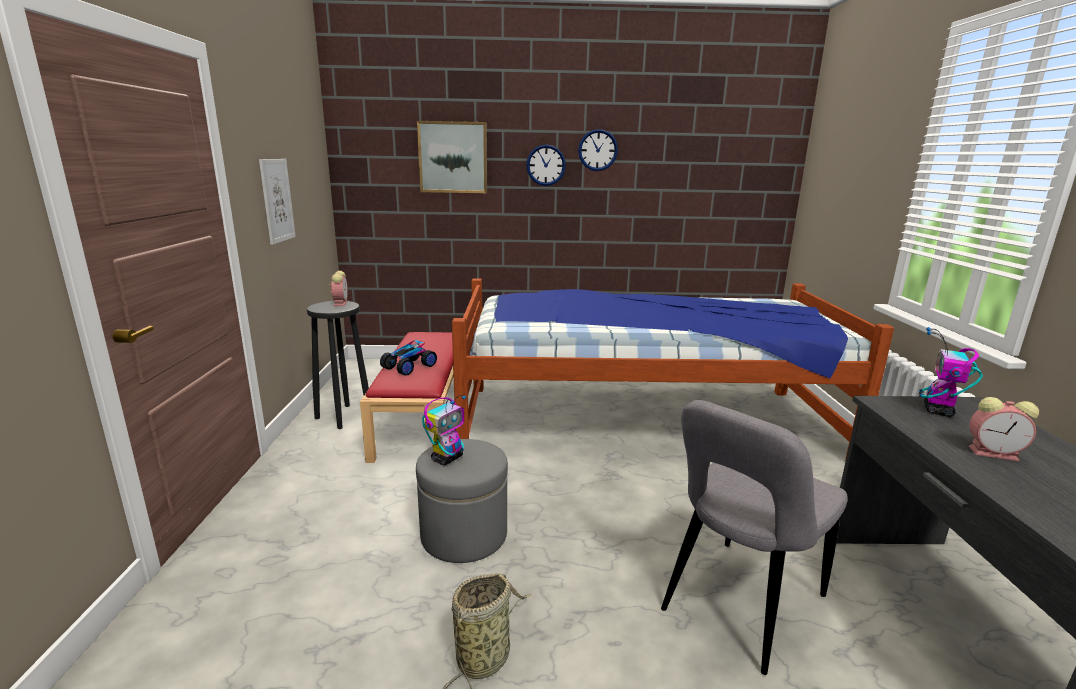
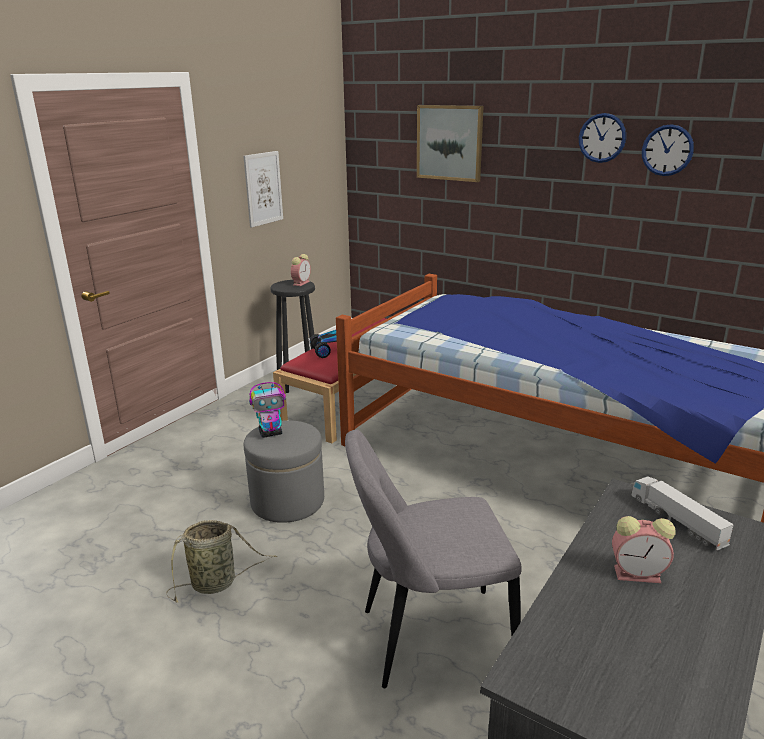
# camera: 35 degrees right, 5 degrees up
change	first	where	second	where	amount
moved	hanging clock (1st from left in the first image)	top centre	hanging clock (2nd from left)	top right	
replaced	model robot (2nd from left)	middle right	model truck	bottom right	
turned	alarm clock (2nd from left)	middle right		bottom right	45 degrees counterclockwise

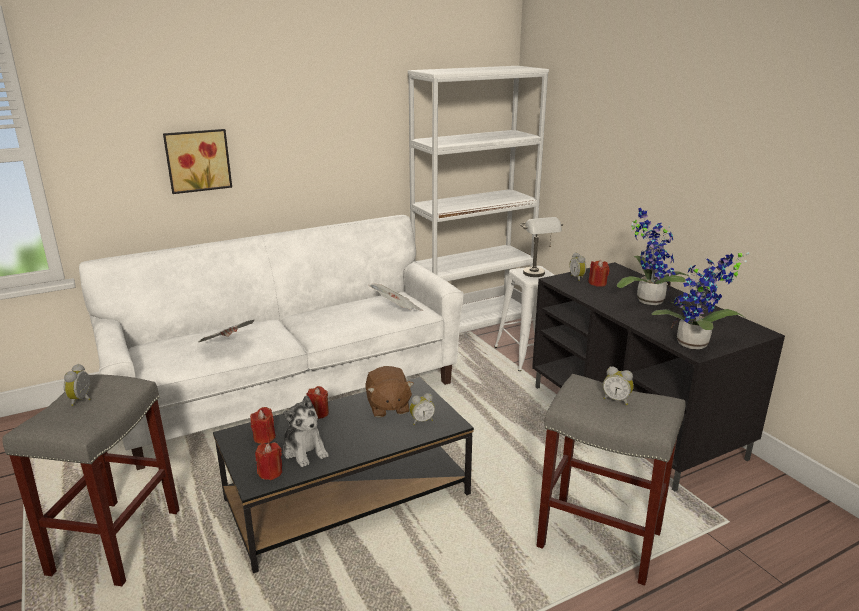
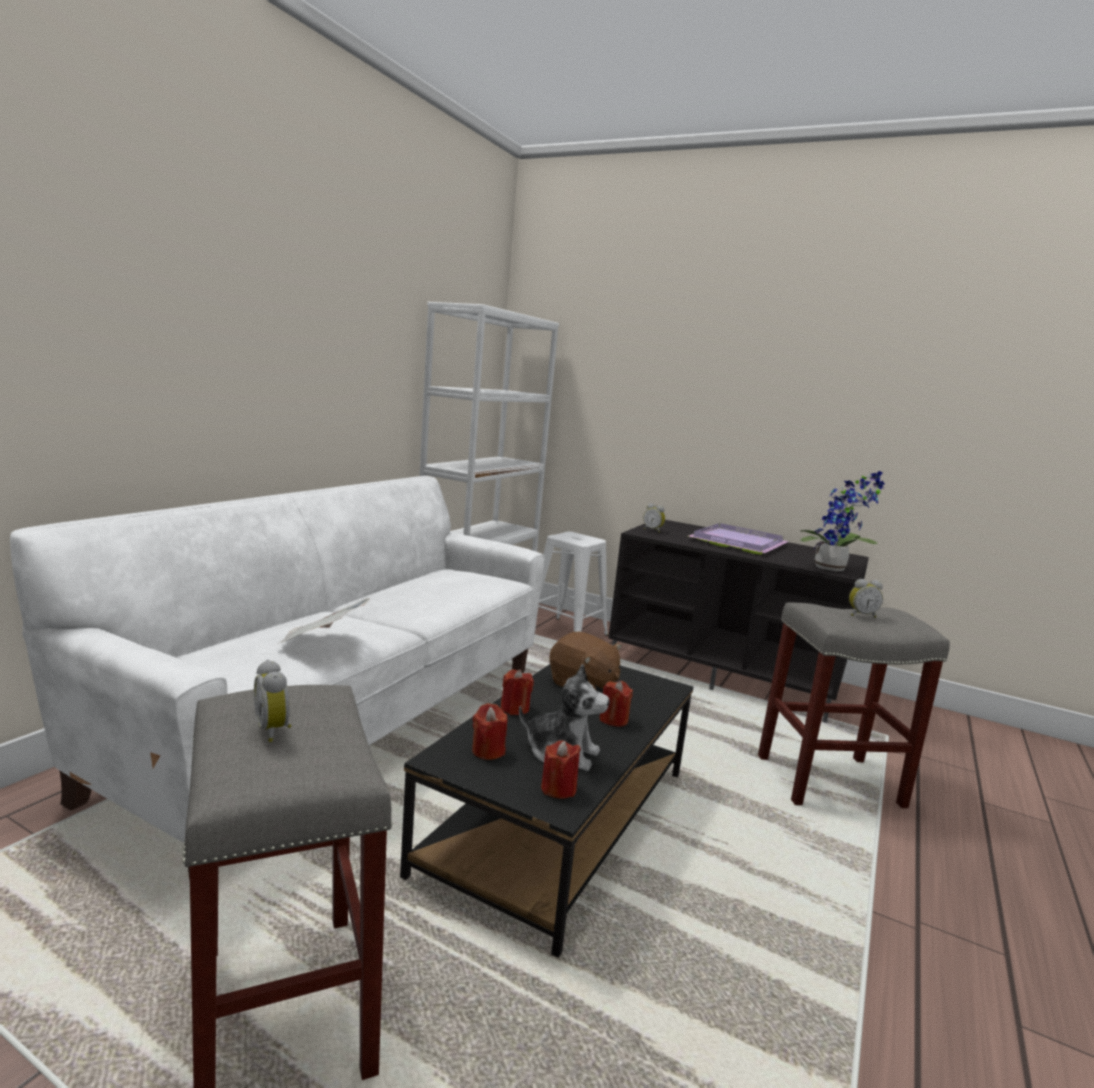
# camera: 35 degrees left, 10 degrees down
change	first	where	second	where	amount
removed	picture	top left			
removed	daily paper (2nd from left)	centre			
removed	alarm clock (2nd from left)	bottom centre			
removed	greyish lamp for a table	centre			
moved	red-coloured wax candle (4th from left)	middle right		centre	
replaced	houseplant (1st from left)	middle right	purple carrying tray	middle right	

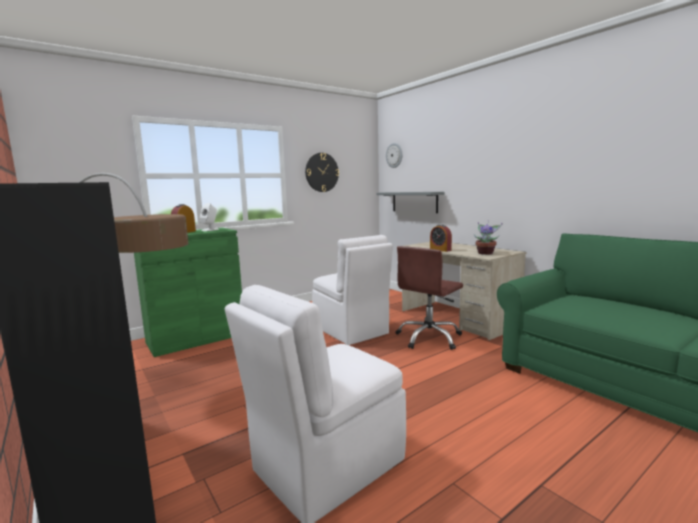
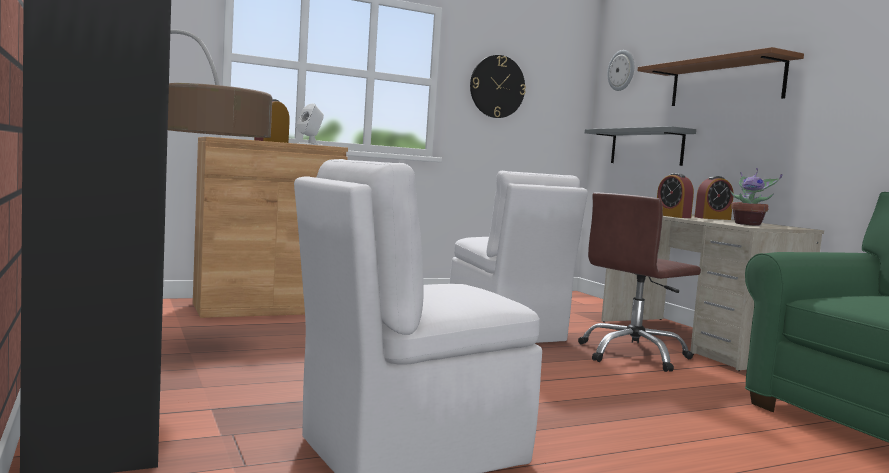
# camera: 10 degrees right, 5 degrees down
change	first	where	second	where	amount
recoloured	green storage cabinet	middle left	brown-coloured storage cabinet	middle left	
added			brown-coloured wall shelf	top right	
added			alarm clock (3rd from left)	middle right	

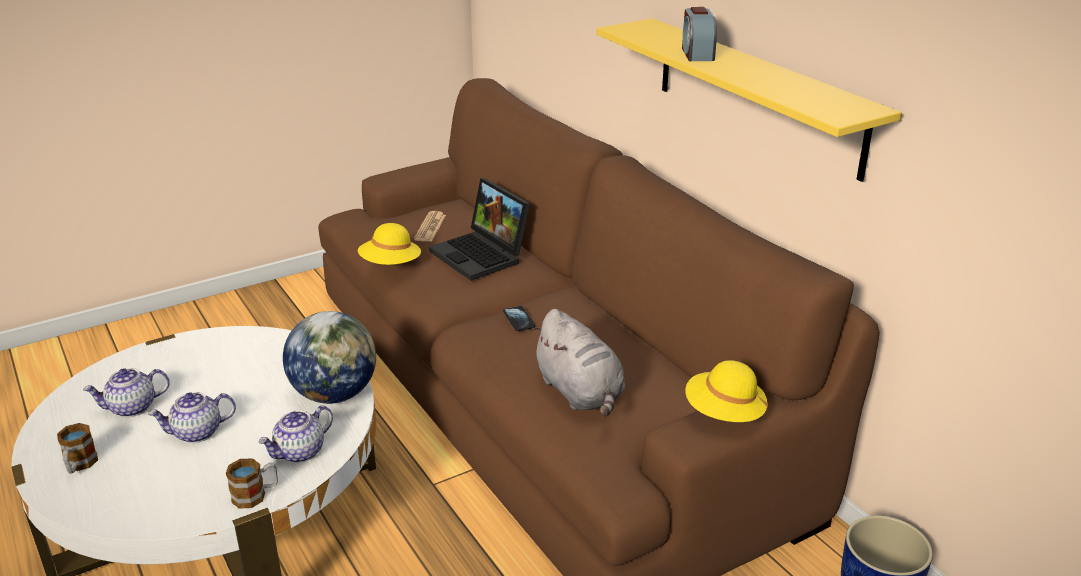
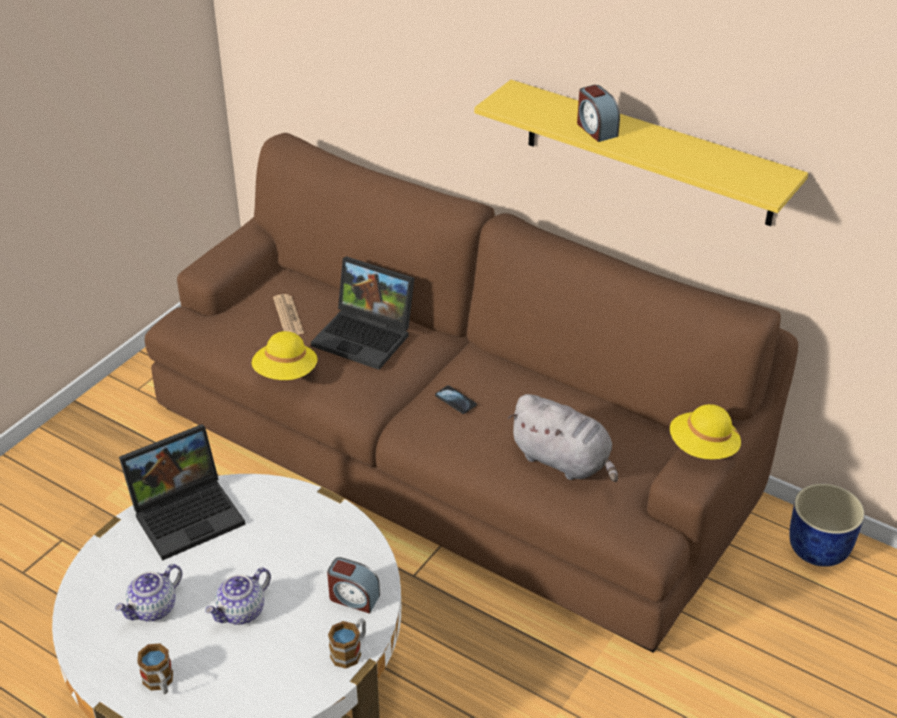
# camera: 25 degrees left, 10 degrees up
change	first	where	second	where	amount
replaced	pot for tea (3rd from left)	bottom left	alarm clock (1st from left)	bottom centre	
removed	desk globe	middle left			
added			portable computer (1st from left)	bottom left	

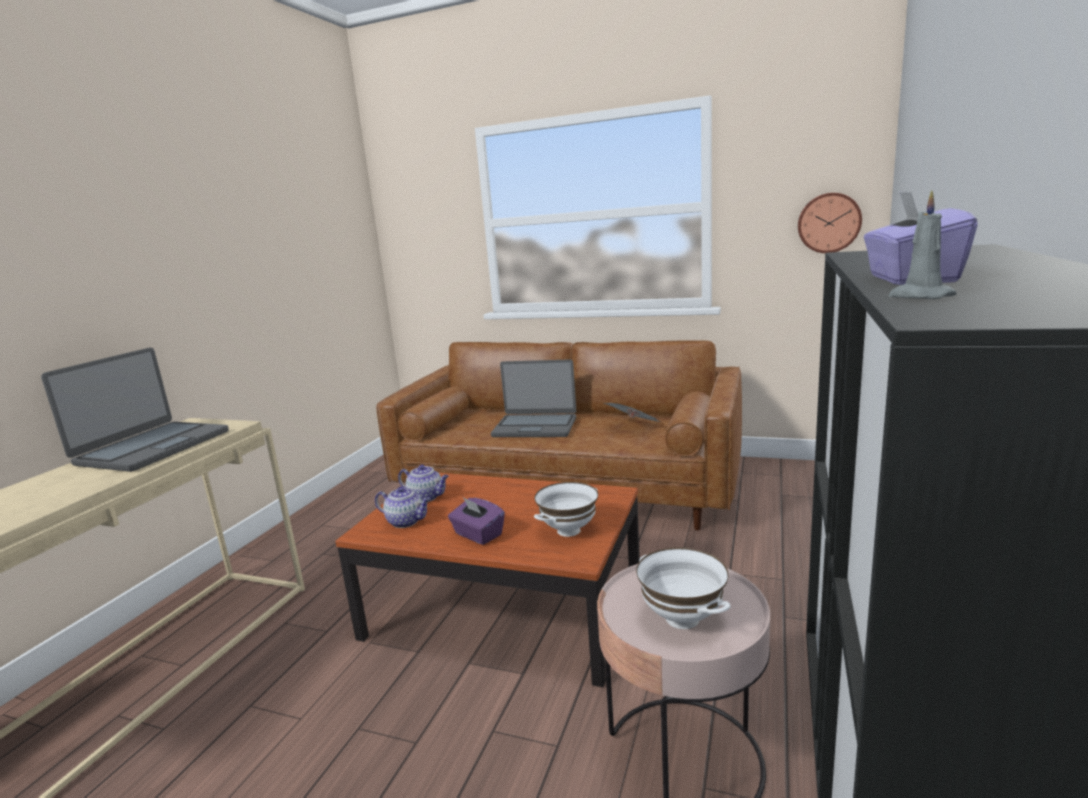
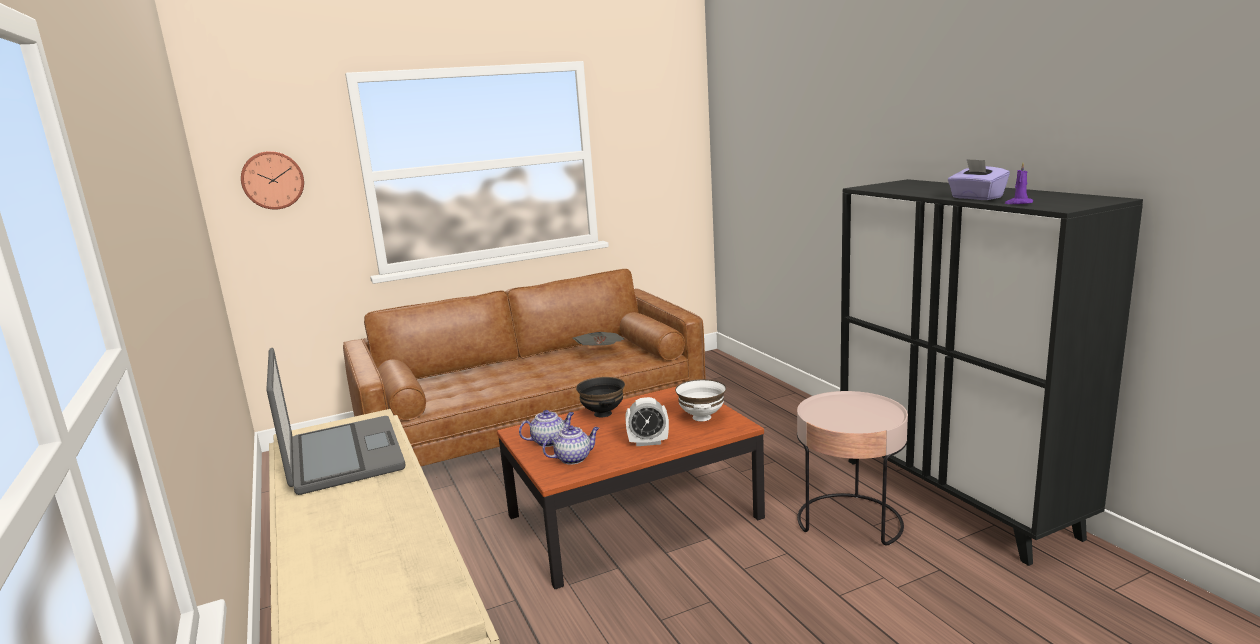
# camera: 45 degrees left, 0 degrees up
change	first	where	second	where	amount
replaced	purple tissue holder (1st from left)	centre	alarm clock	centre	
removed	portable computer (2nd from left)	centre			
removed	whitish bowl (2nd from left)	bottom centre			
moved	hanging clock	top right		top left	
recoloured	greyish wax candle	top right	purple wax candle	top right	
added			blackish bowl	centre	

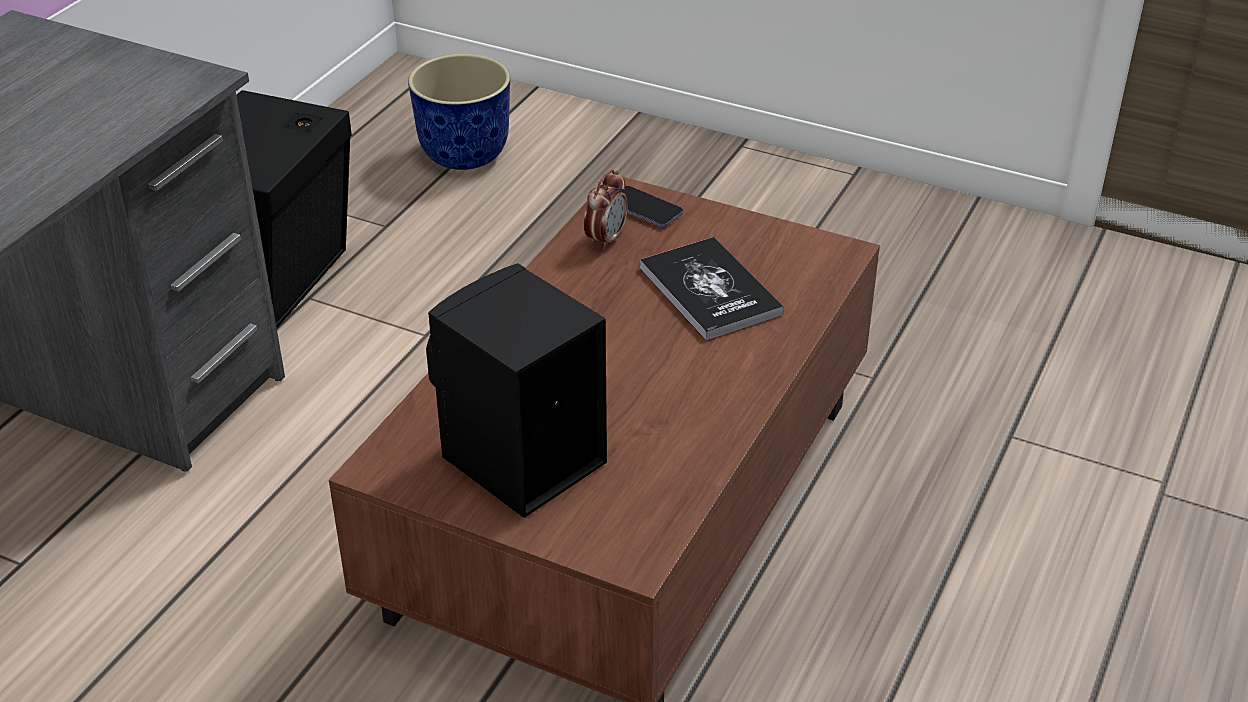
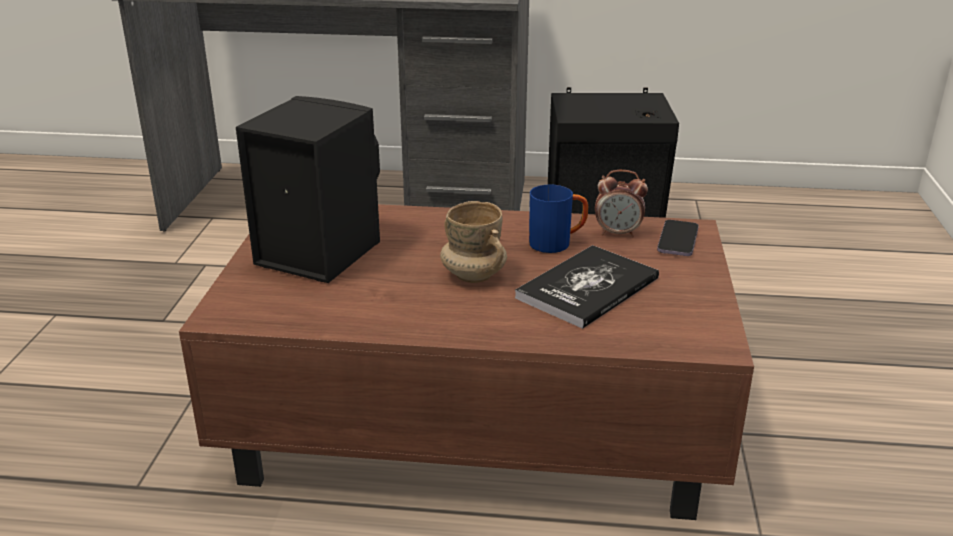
# camera: 70 degrees right, 10 degrees down
change	first	where	second	where	amount
removed	planter	top centre			
added			sand-coloured tea mug	centre	
added			bluish tea mug	centre	

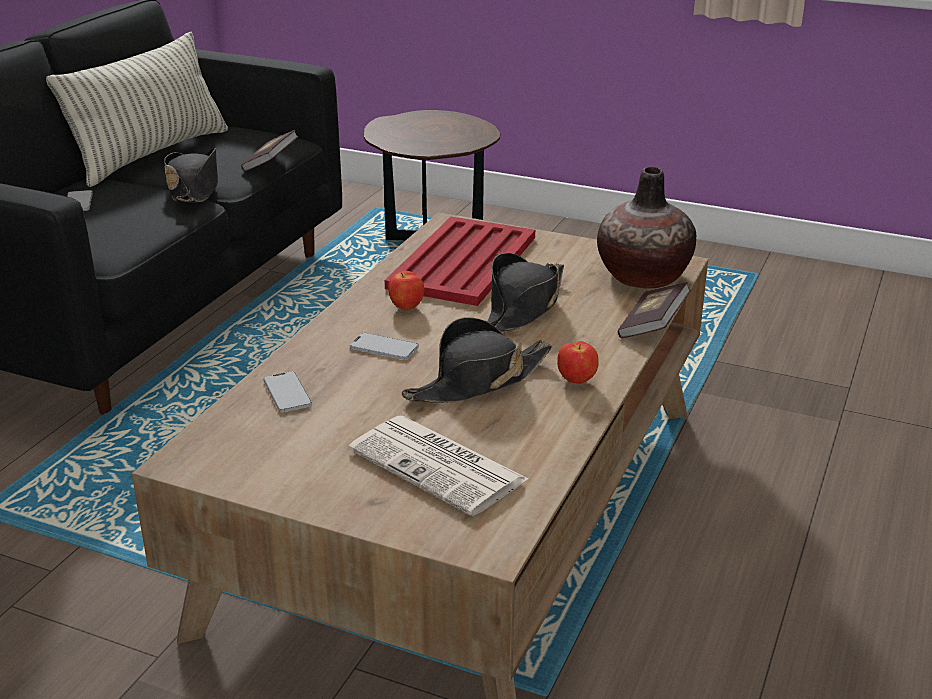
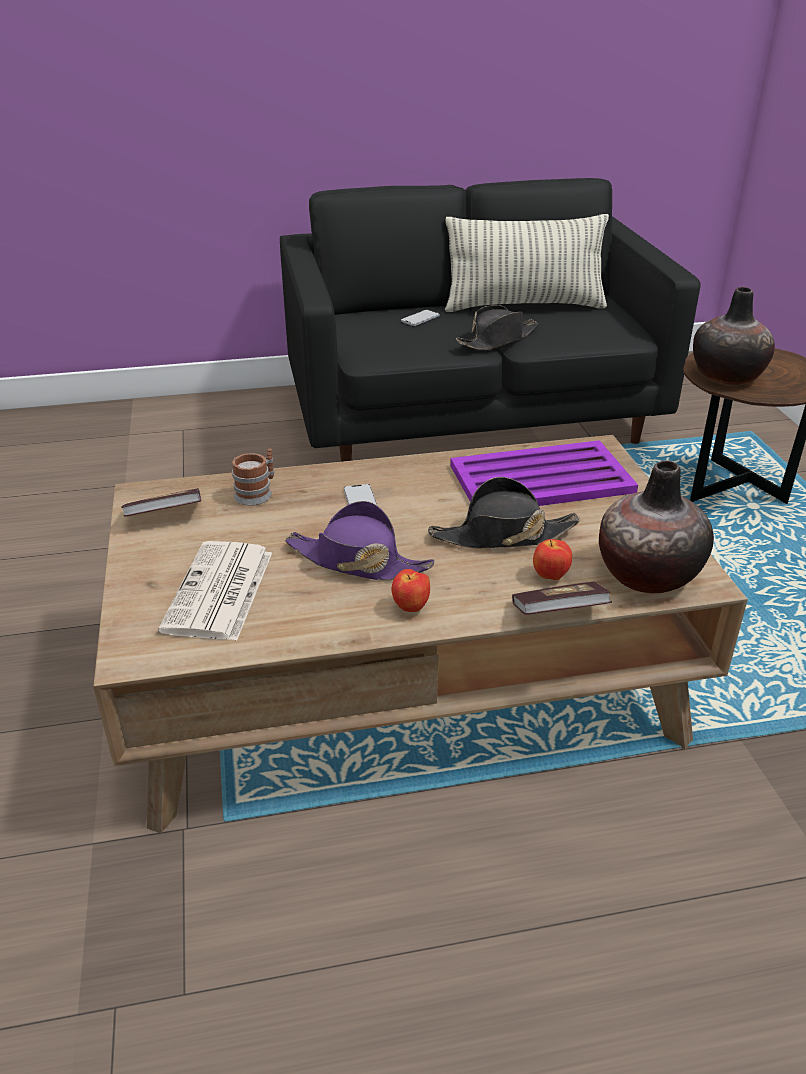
# camera: 55 degrees right, 5 degrees up
change	first	where	second	where	amount
moved	book (1st from left)	top left		middle left	
replaced	telephone (2nd from left)	middle left	tea mug	middle left	
recoloured	red-coloured carrying tray	centre	purple carrying tray	middle right	
moved	whole apple (1st from left in the first image)	centre	whole apple (2nd from left)	middle right	
recoloured	blackish hat (2nd from left)	centre	purple hat	centre	
added			flower vase (2nd from left)	top right	

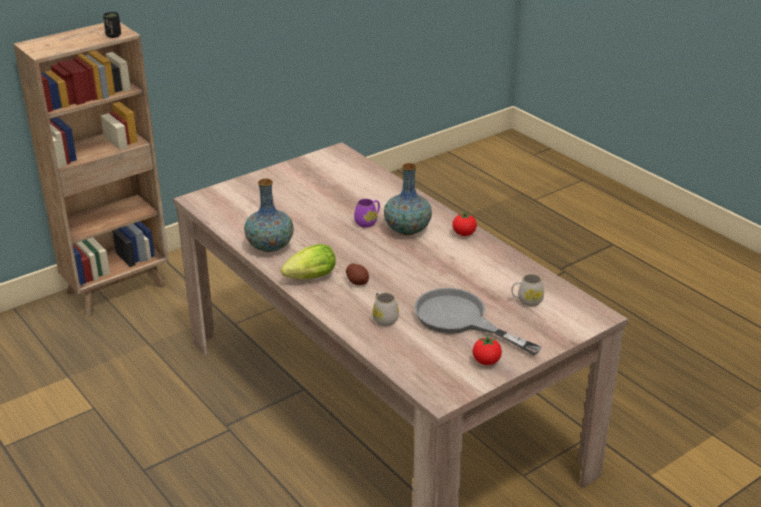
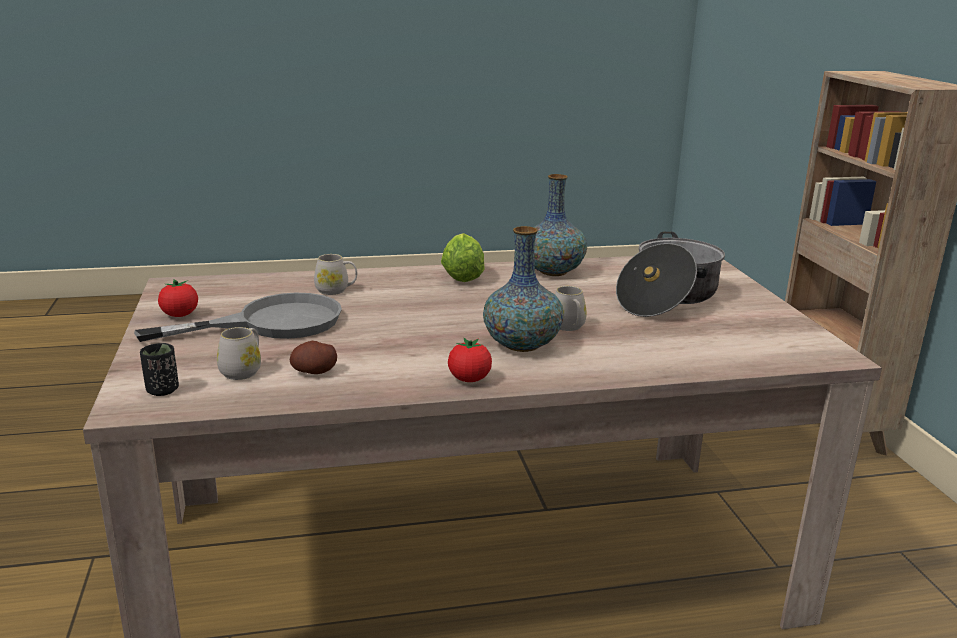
# camera: 115 degrees right, 10 degrees down
change	first	where	second	where	amount
moved	blackish cup	top left		middle left	
moved	potato	centre		middle left	
recoloured	purple tea mug	centre	whitish tea mug (3rd from left)	centre	
added			cooking pot	middle right	

